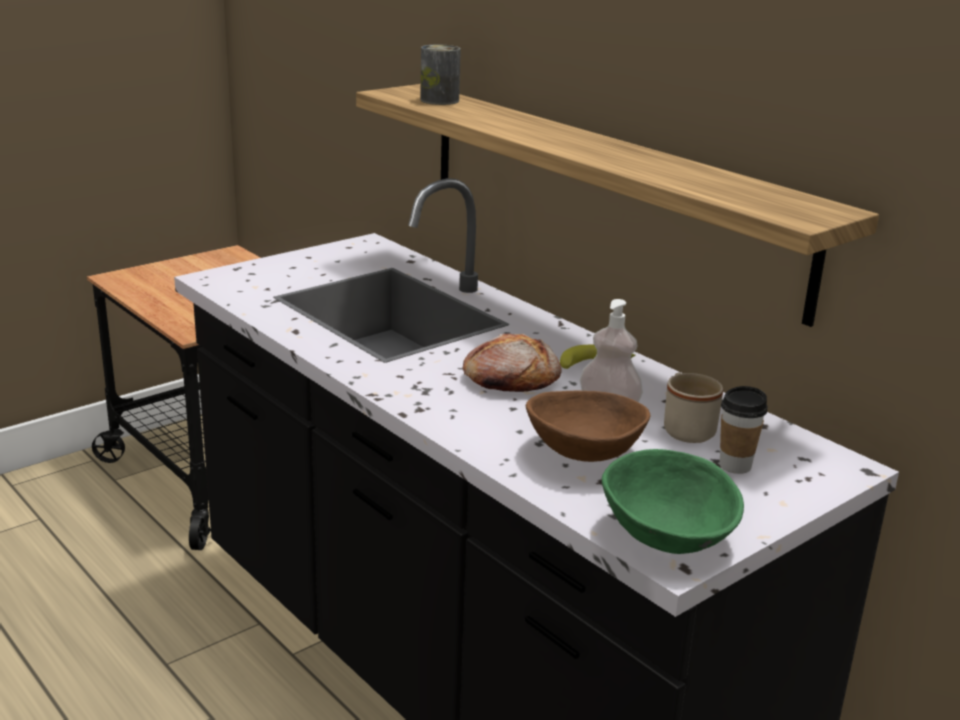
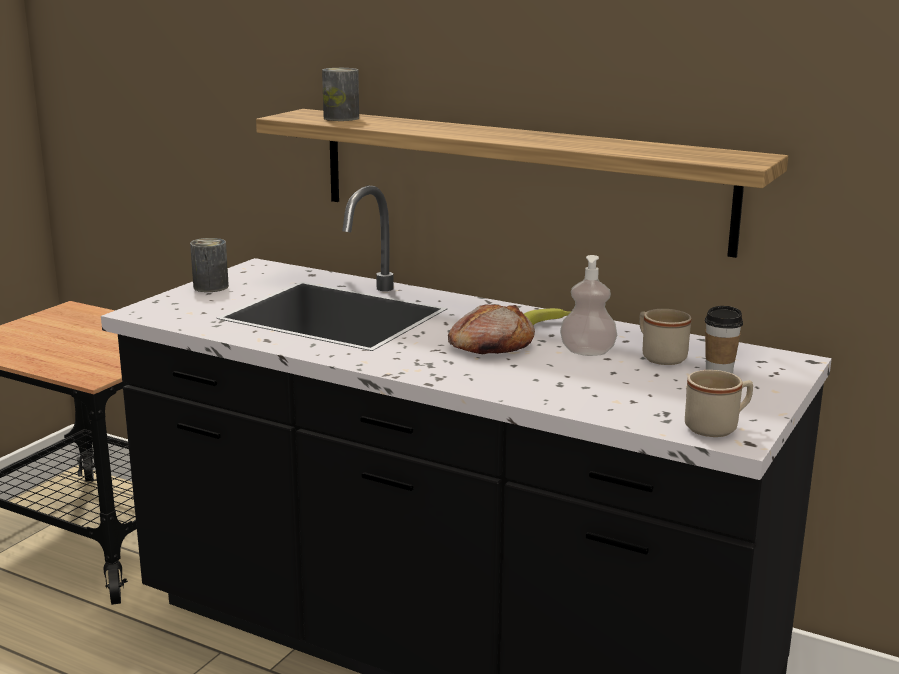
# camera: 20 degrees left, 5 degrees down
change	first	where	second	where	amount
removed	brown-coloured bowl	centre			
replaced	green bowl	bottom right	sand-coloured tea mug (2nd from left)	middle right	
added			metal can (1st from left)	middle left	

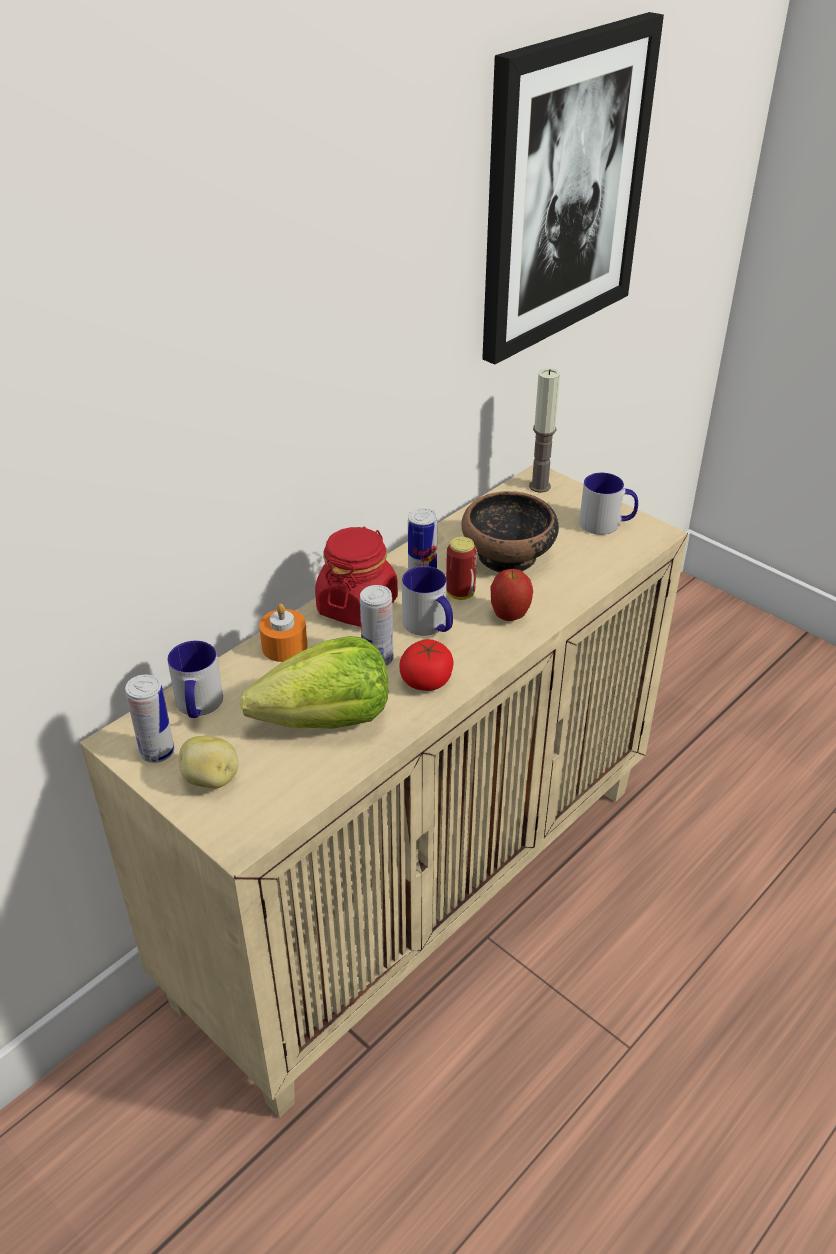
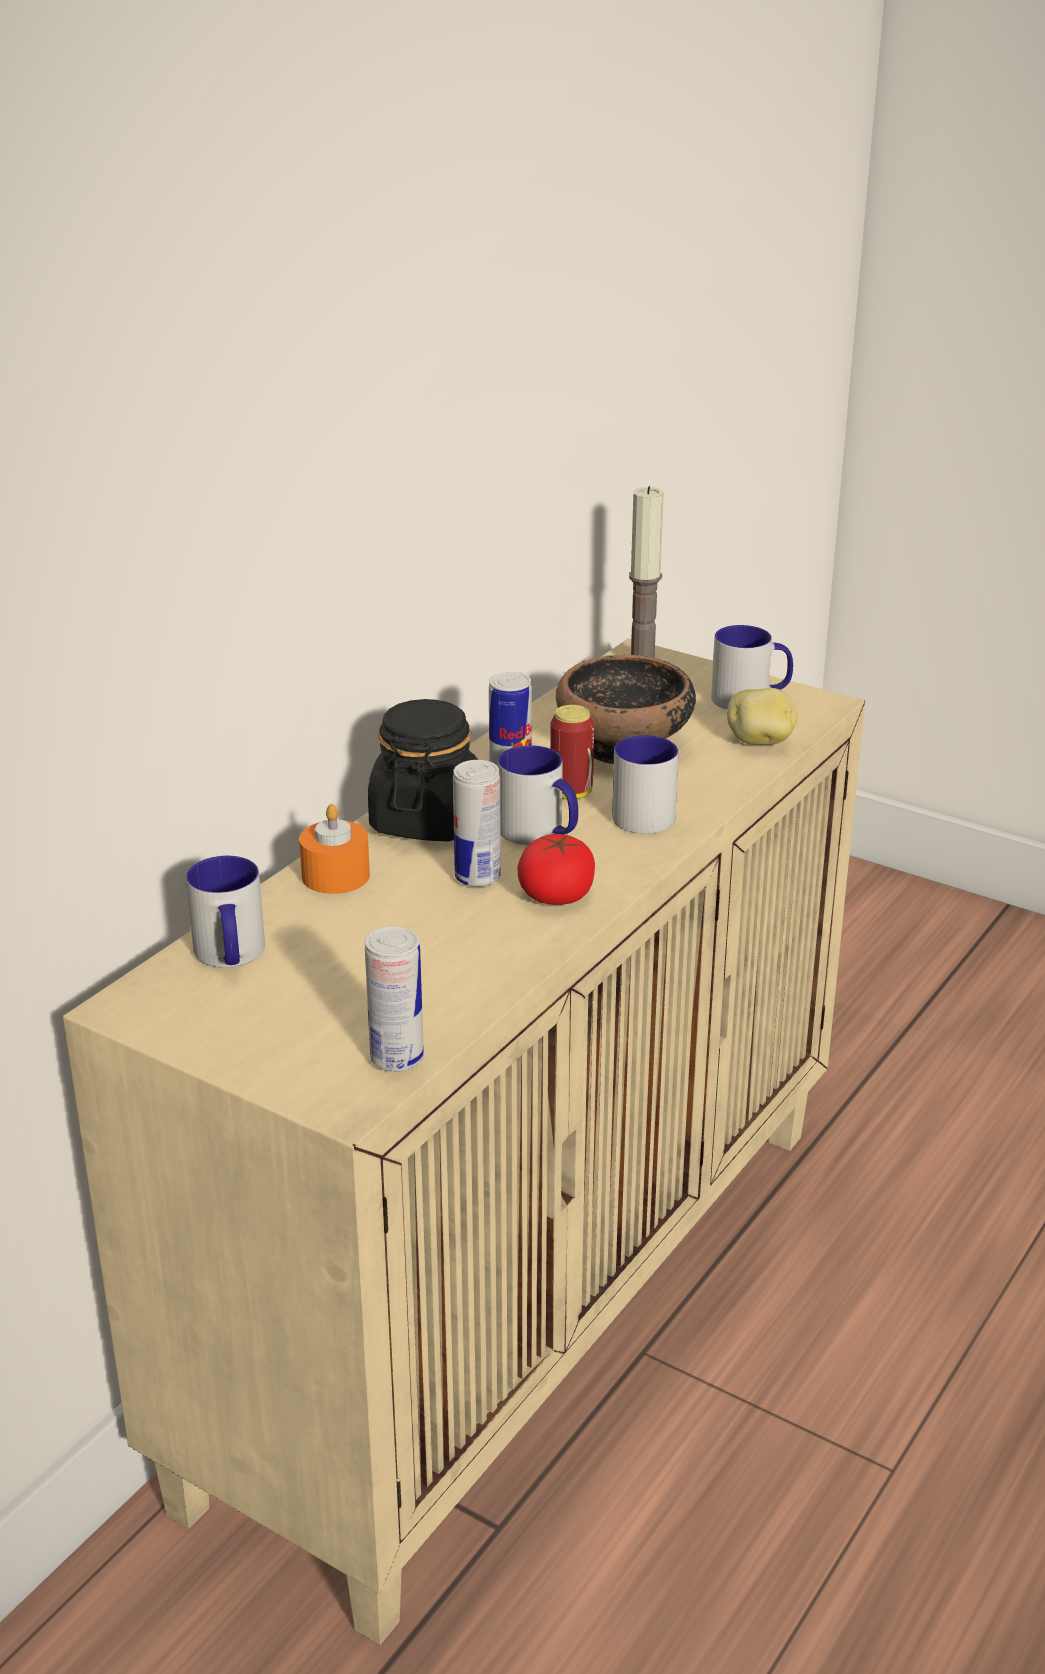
# camera: 10 degrees left, 10 degrees down
change	first	where	second	where	amount
moved	metal can (1st from left)	middle left		centre	
moved	potato	middle left		middle right	
removed	lettuce head	centre			
recoloured	red-coloured jar	centre	blackish jar	centre	
removed	picture	top right			
replaced	whole apple	centre	tea mug (3rd from left)	centre	

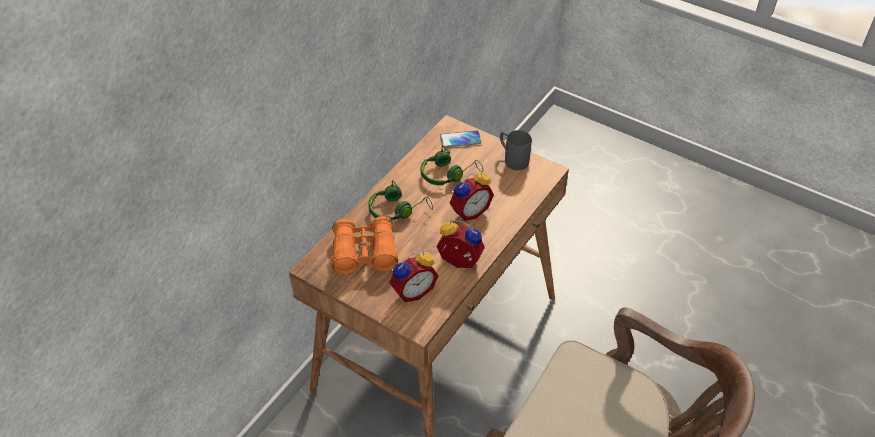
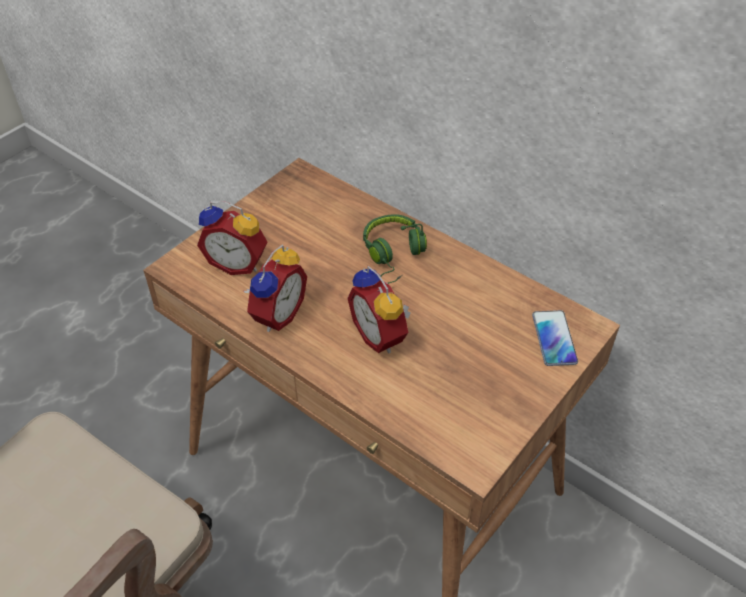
# camera: 95 degrees right, 0 degrees up
change	first	where	second	where	amount
removed	orange binoculars	centre			
turned	alarm clock (1st from left)	centre		middle left	45 degrees counterclockwise
removed	green headset (2nd from left)	centre			
removed	greyish tea mug	centre			

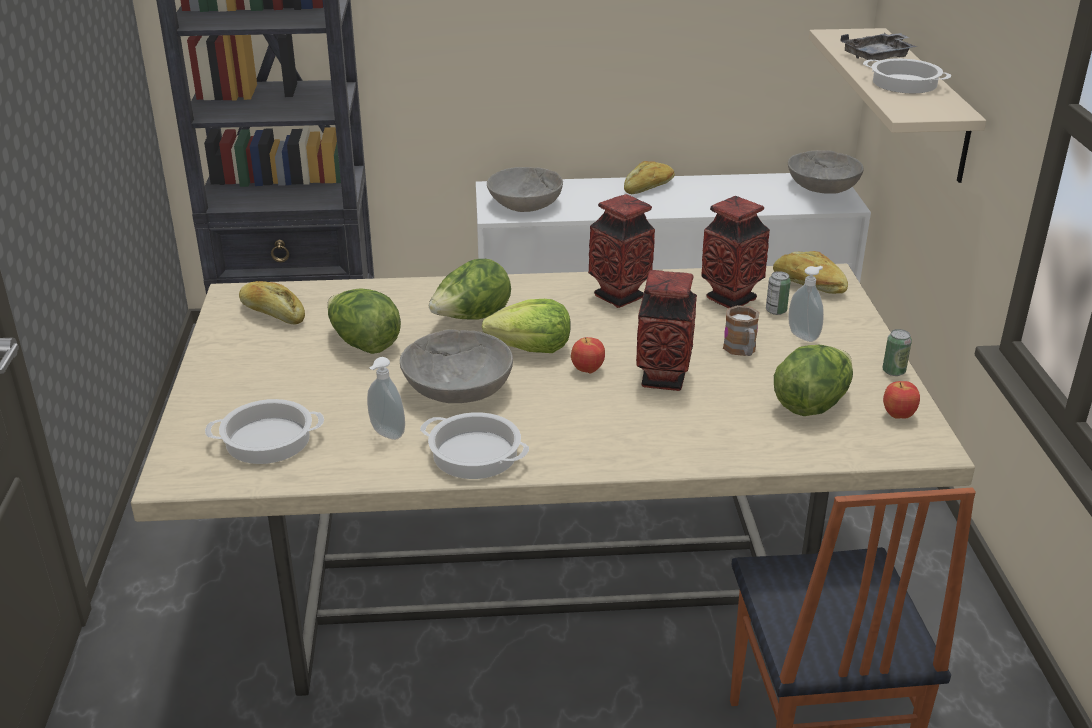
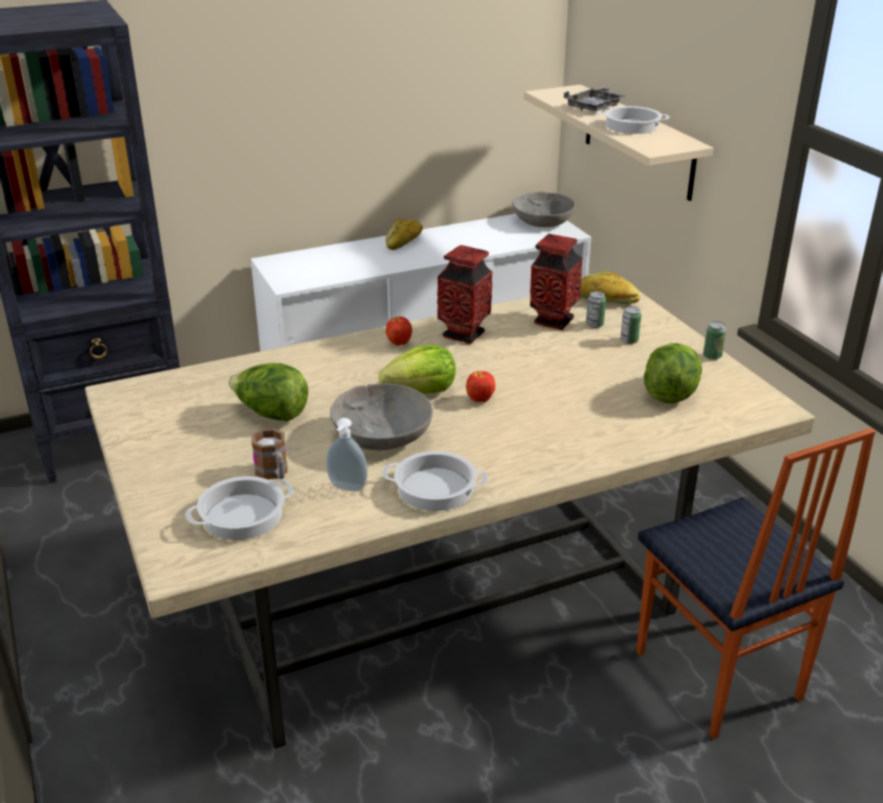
# camera: 20 degrees left, 0 degrees up
change	first	where	second	where	amount
removed	bakery bread (1st from left)	middle left			
removed	lettuce head (2nd from left)	centre			
removed	greyish bowl (2nd from left)	top centre			
removed	flower vase (2nd from left)	centre			
moved	tea mug	middle right		middle left	
replaced	liquid soap bottle (2nd from left)	middle right	metal can (2nd from left)	middle right	
moved	whole apple (2nd from left in the first image)	middle right	whole apple (1st from left)	centre	

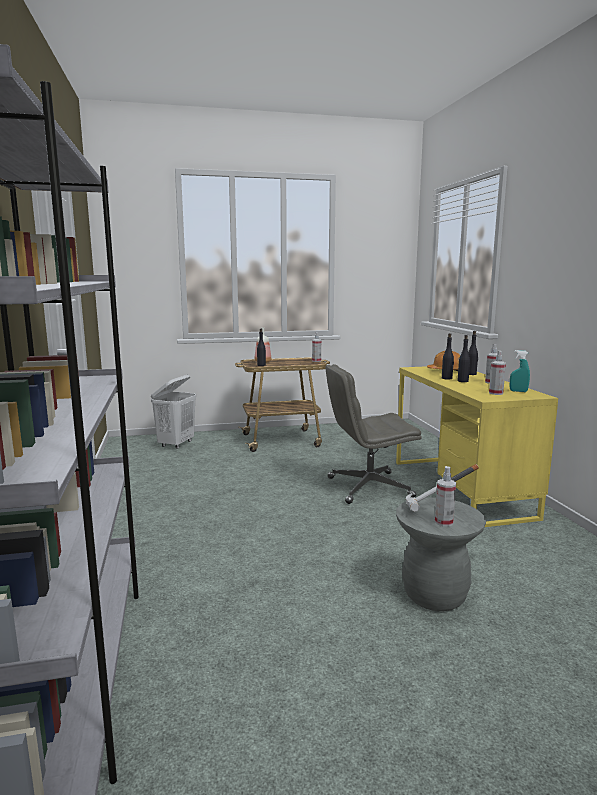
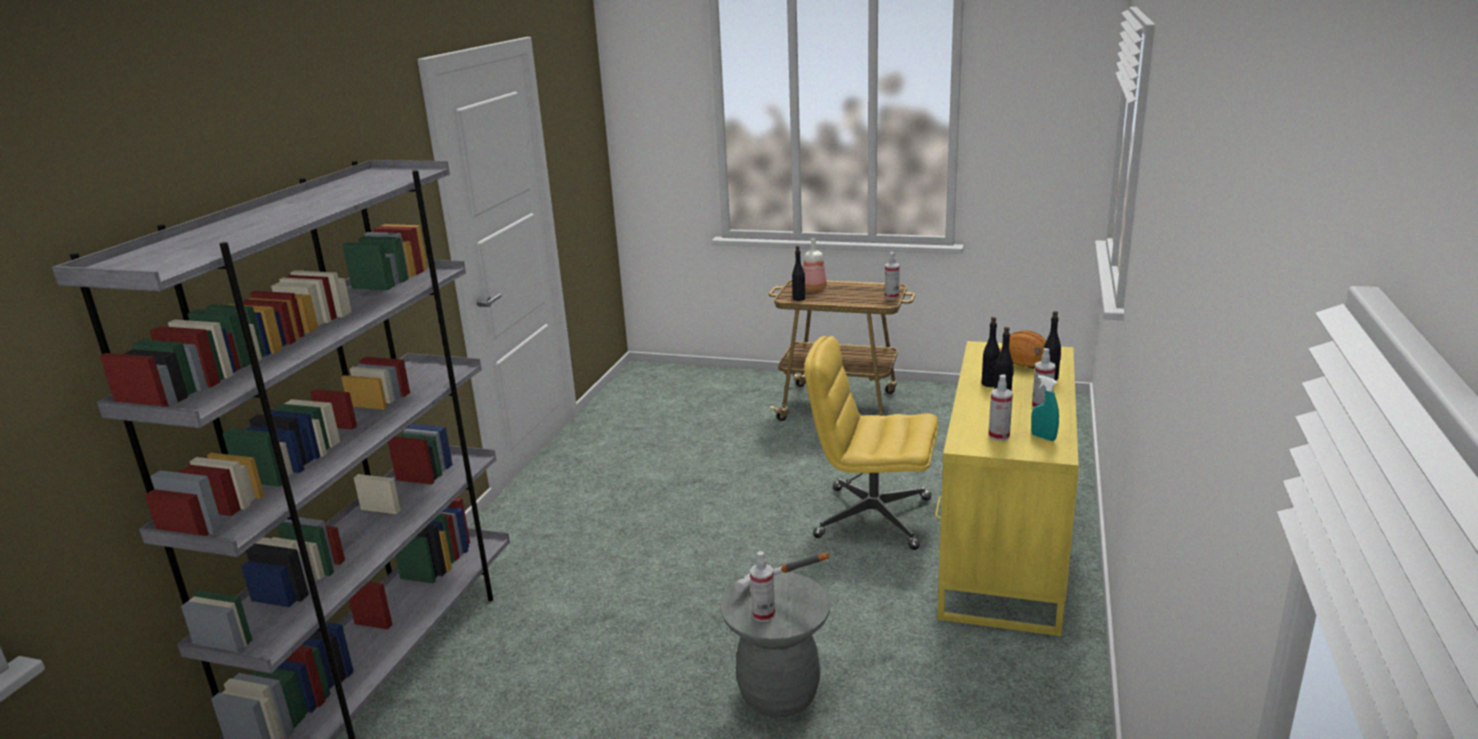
# camera: 30 degrees right, 10 degrees up
change	first	where	second	where	amount
removed	whitish washing basket	middle left			
recoloured	greyish desk chair	centre	yellowish desk chair	centre	

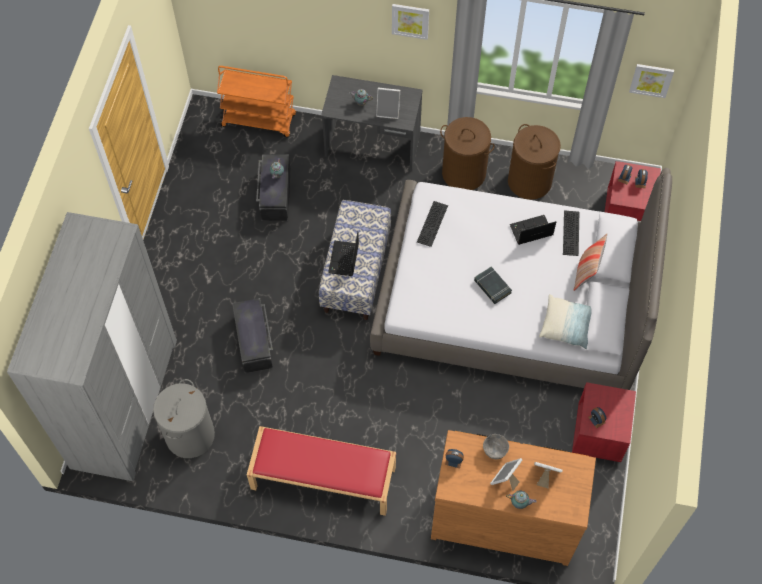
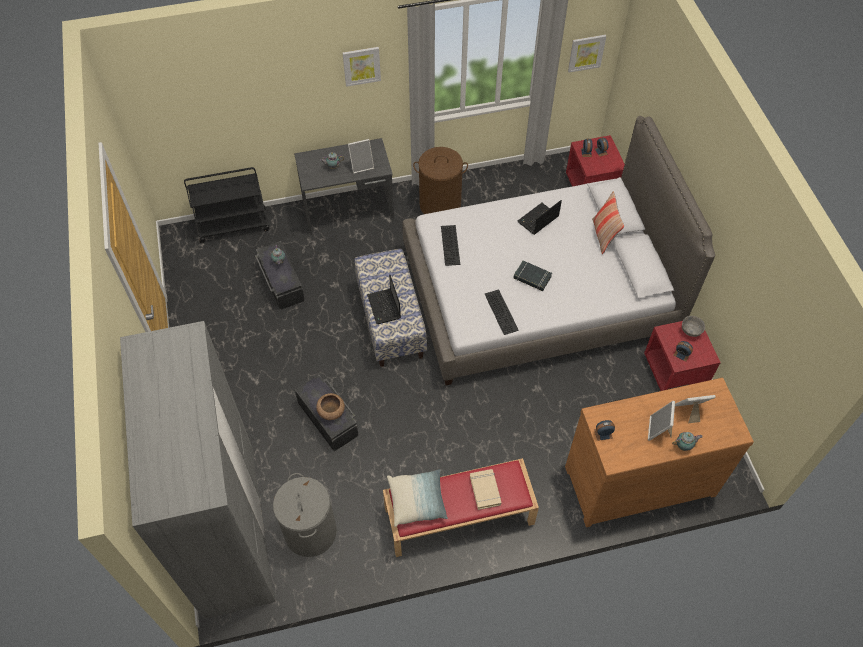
# camera: 25 degrees left, 5 degrees down
change	first	where	second	where	amount
recoloured	orange trolley	top centre	blackish trolley	top left	
moved	greyish bowl	bottom centre		middle right	
removed	brown-coloured washing basket (2nd from left)	top right			
moved	cushion (1st from left)	middle right		bottom centre	
moved	keyboard (2nd from left)	middle right		centre	
added			brown-coloured bowl	centre	
added			sand-coloured book	bottom centre	

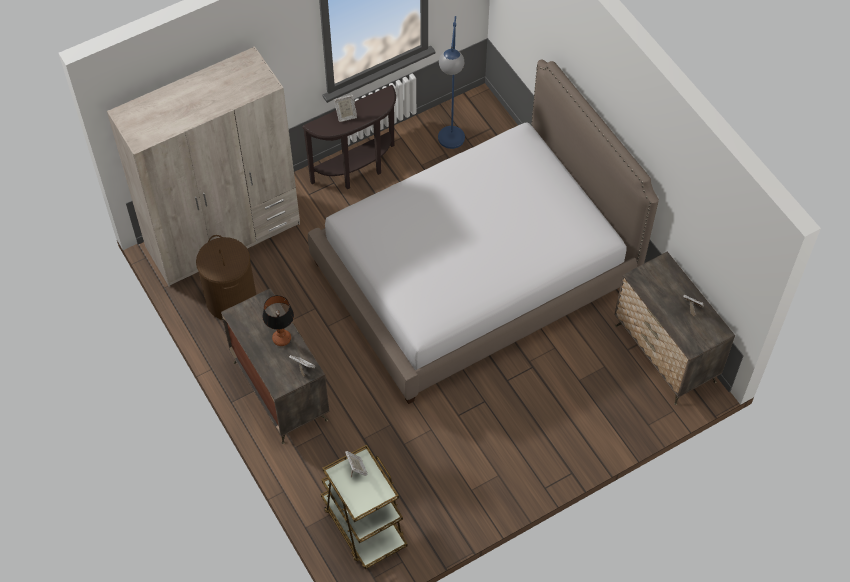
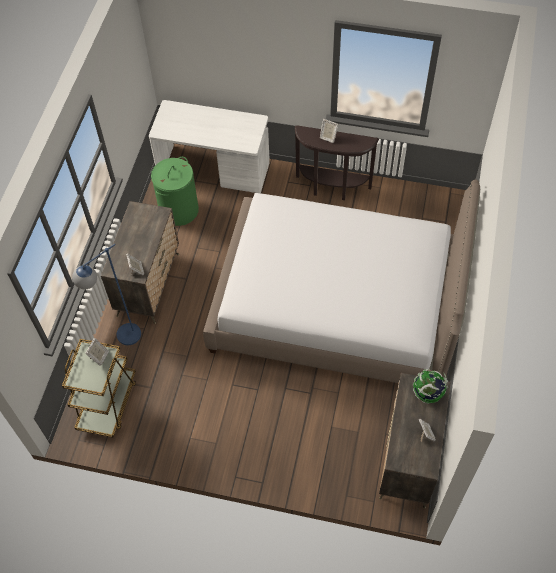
# camera: 45 degrees right, 0 degrees up
change	first	where	second	where	amount
replaced	sand-coloured clothes cupboard	top left	whitish desk table	top centre	
recoloured	brown-coloured washing basket	middle left	green washing basket	middle left	
removed	lamp for a table	middle left			
moved	bluish floor lamp	top centre		middle left	
added			desk globe	bottom right	

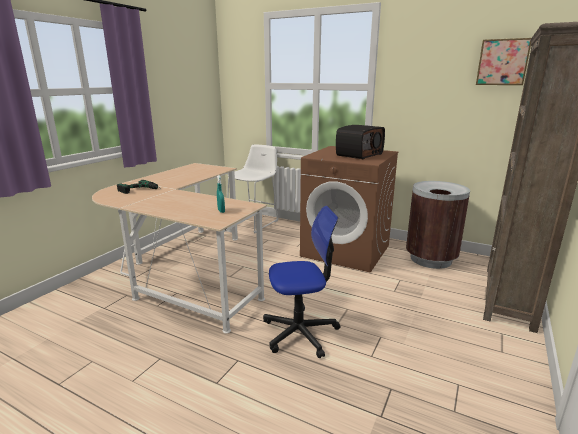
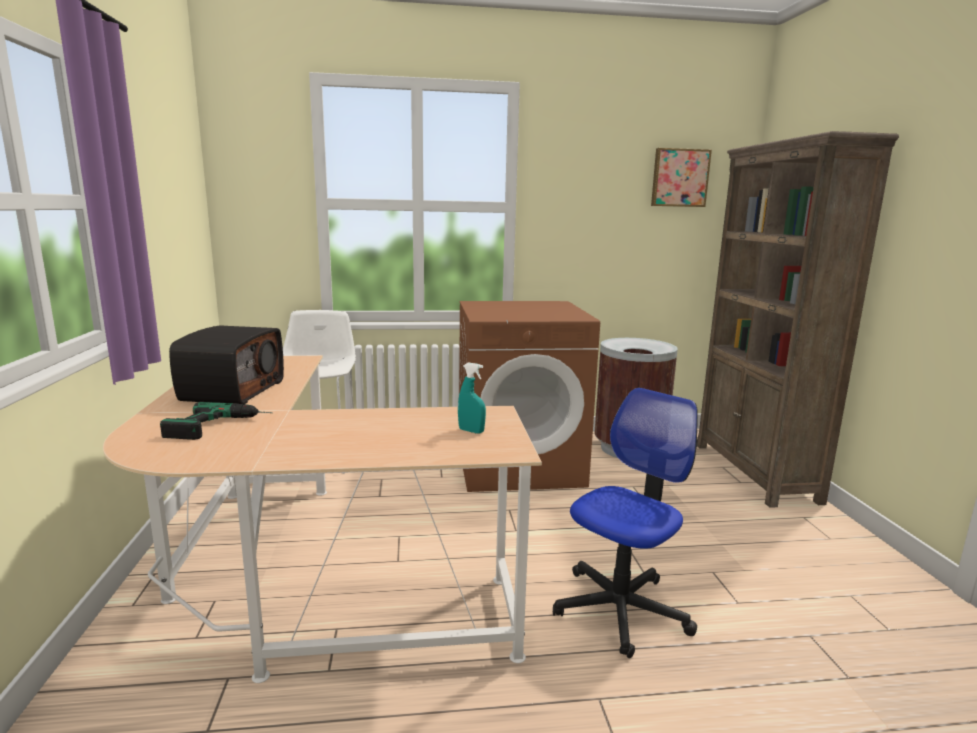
# camera: 35 degrees left, 5 degrees down
change	first	where	second	where	amount
moved	radio receiver	top centre		middle left	

